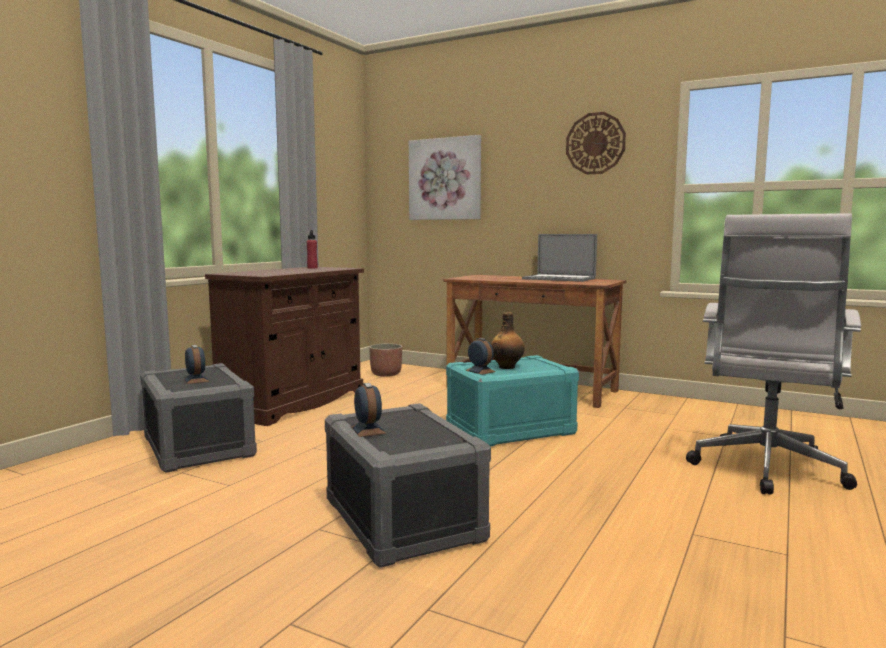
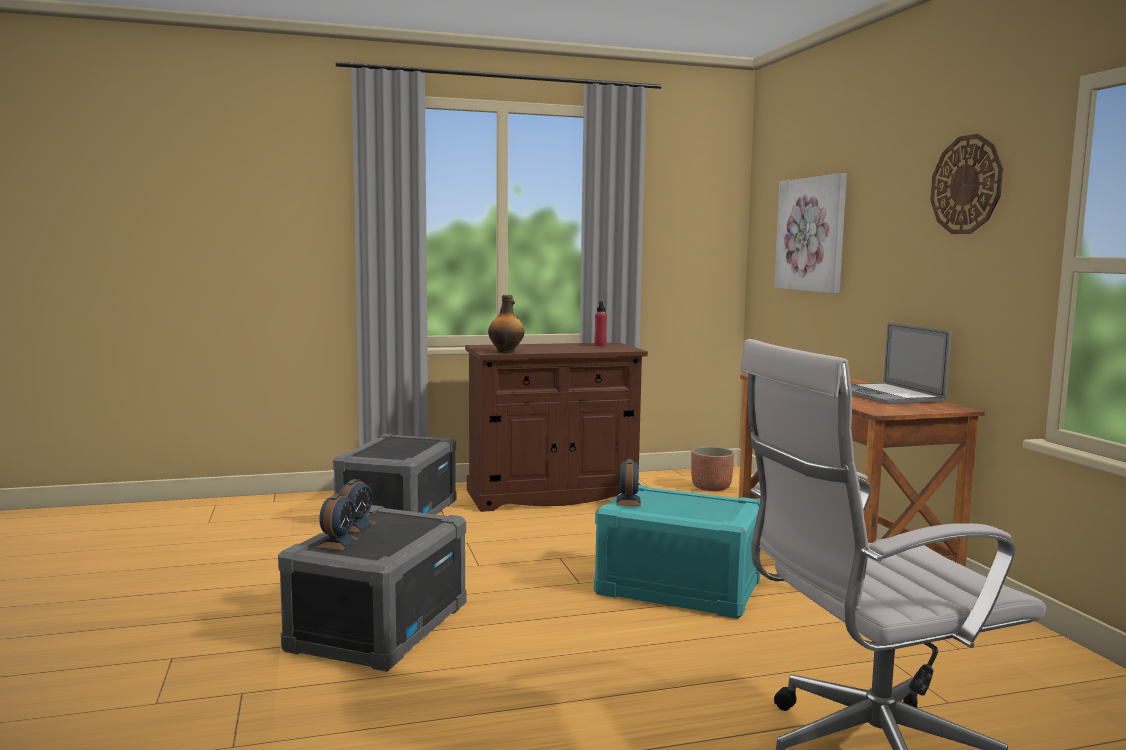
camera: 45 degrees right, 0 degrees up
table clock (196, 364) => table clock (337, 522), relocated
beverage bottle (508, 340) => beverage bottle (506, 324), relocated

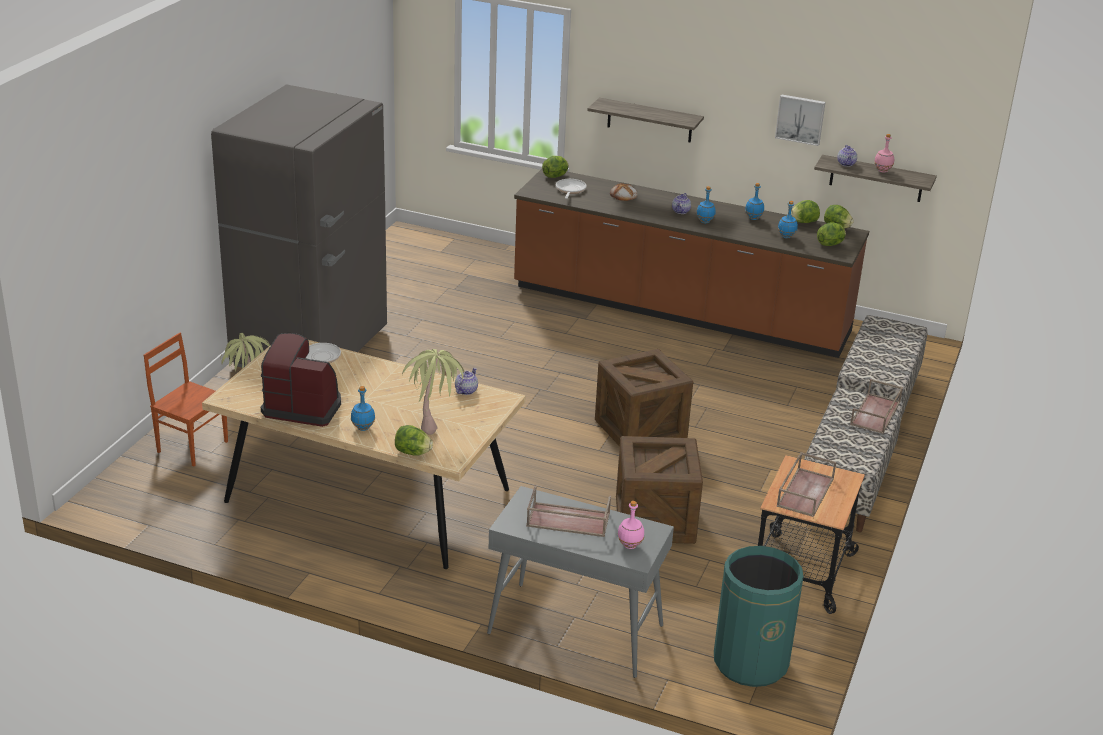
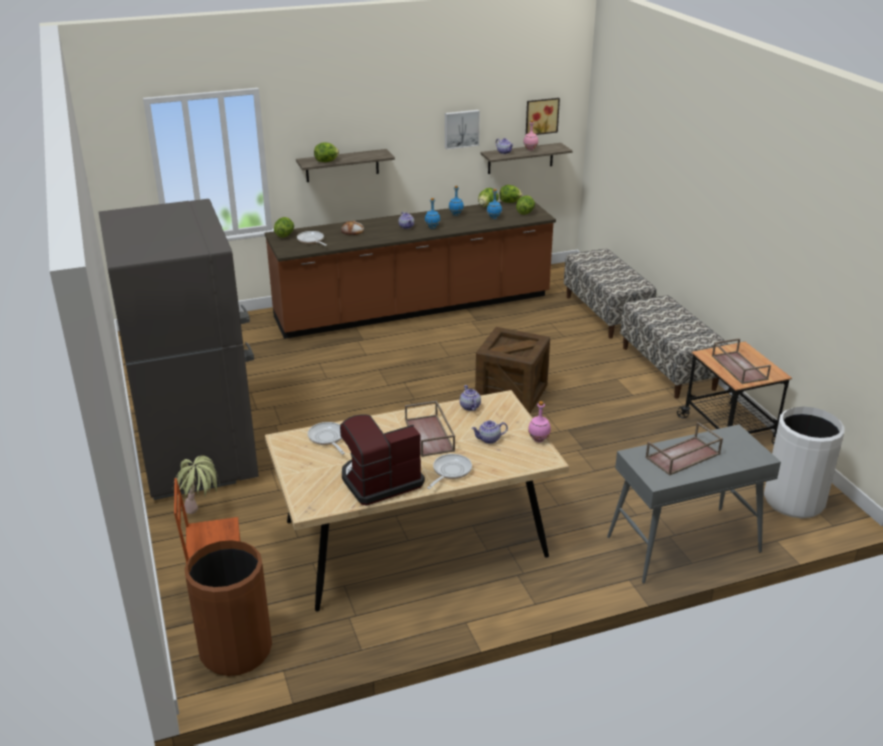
camera: 40 degrees left, 0 degrees up
bluish beverage bottle (363, 408) => pan (449, 471)
lettuce (414, 440) => lettuce (326, 152), relocated
potted plant (433, 392) => tea pot (489, 432)
shipping crate (659, 490) => nothing
pinkish beverage bottle (630, 525) => pinkish beverage bottle (539, 421), relocated
green rubbish bin (759, 616) => whitish rubbish bin (804, 462)
brown serving tray (876, 406) => brown serving tray (430, 428), relocated
nothing => brown rubbish bin (228, 608)
nothing => wall picture (543, 116)

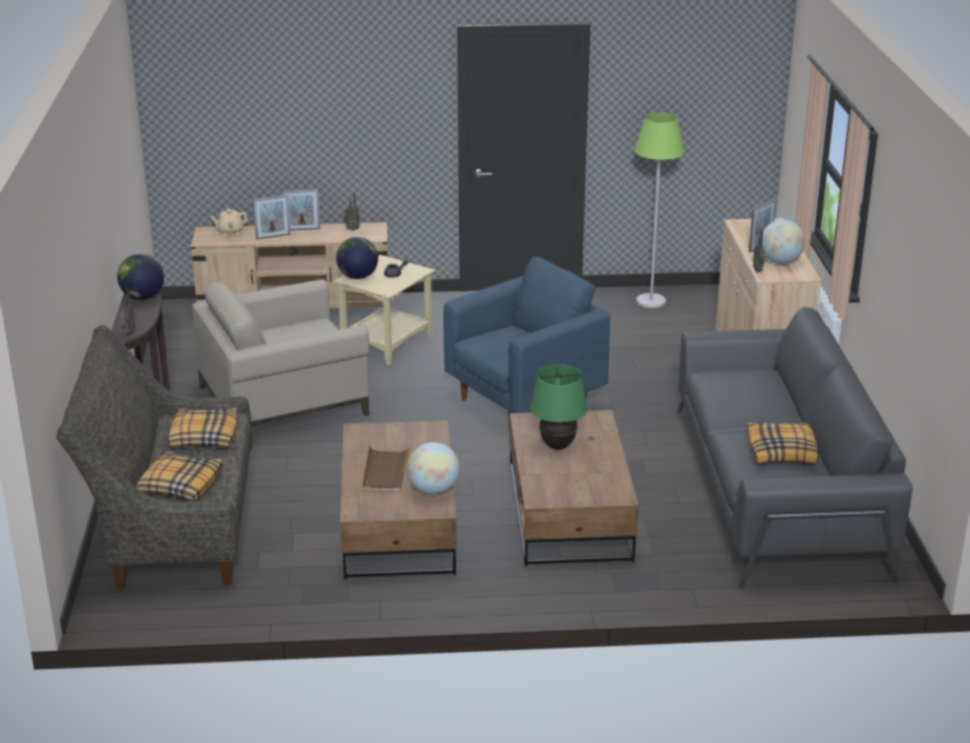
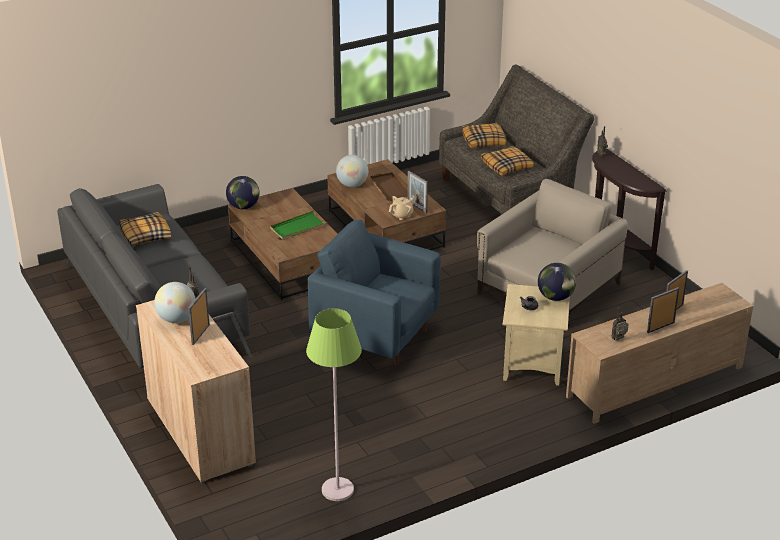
camera: 155 degrees right, 5 degrees up
globe (140, 277) => globe (242, 192), relocated
sand-coloured tea pot (229, 221) => sand-coloured tea pot (402, 208), relocated
bluish easy chair (526, 340) => bluish easy chair (374, 292), 90 degrees clockwise
green tabletop lamp (559, 407) => green serving tray (299, 225)
nothing => standing frame (418, 192)

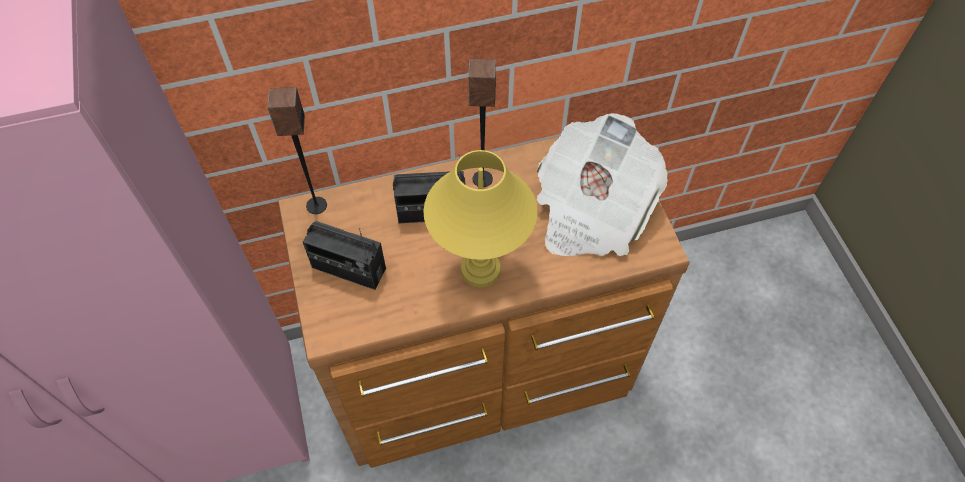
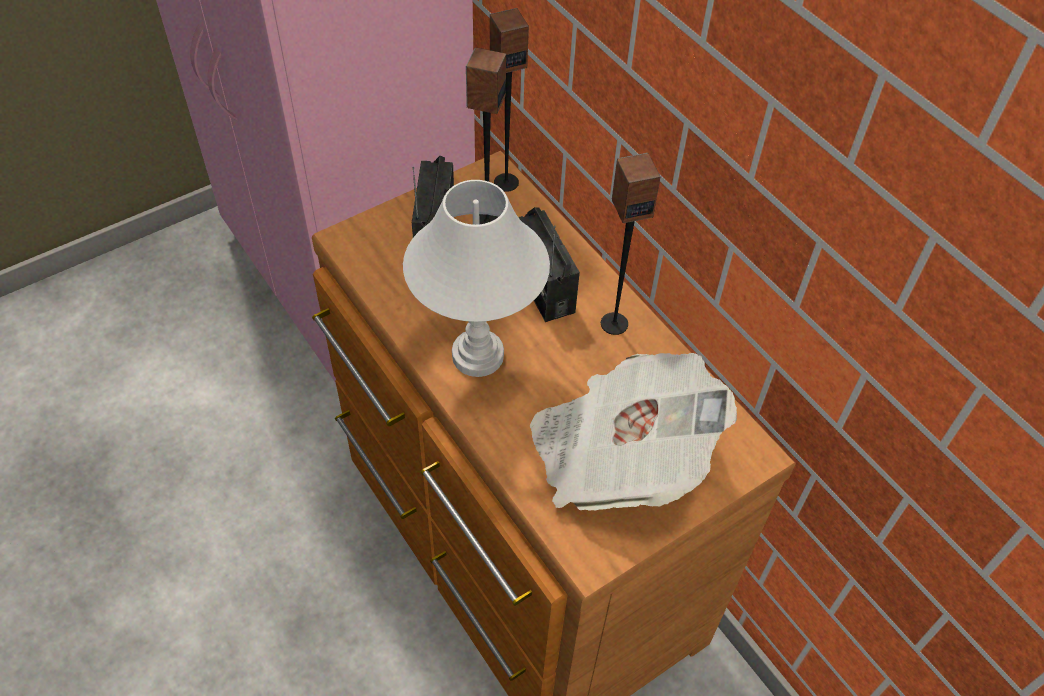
camera: 70 degrees right, 5 degrees down
yellow tabletop lamp (480, 219) => whitish tabletop lamp (476, 278)
nothing => audio speaker (486, 136)

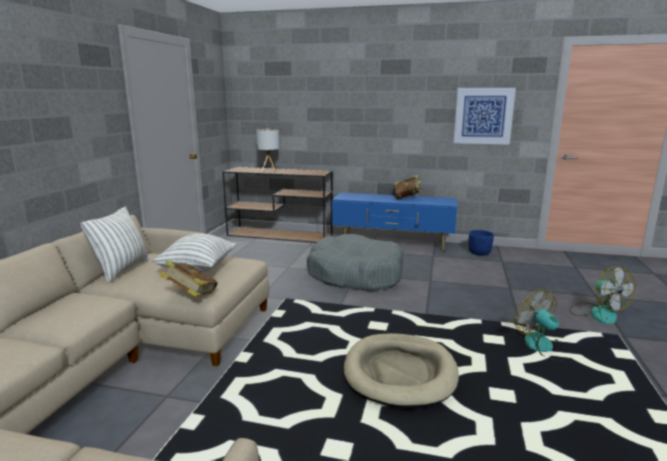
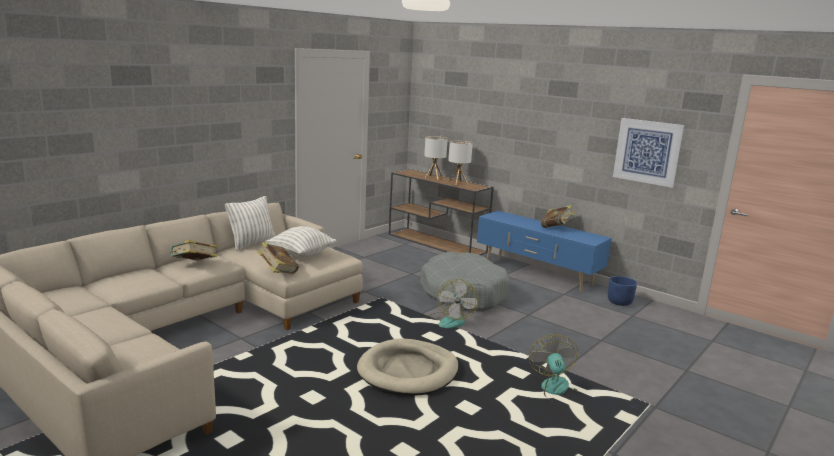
camera: 25 degrees right, 0 degrees up
electric fan (602, 295) => electric fan (454, 303), relocated
nothing => volume (193, 250)
nothing => tabletop lamp (460, 162)

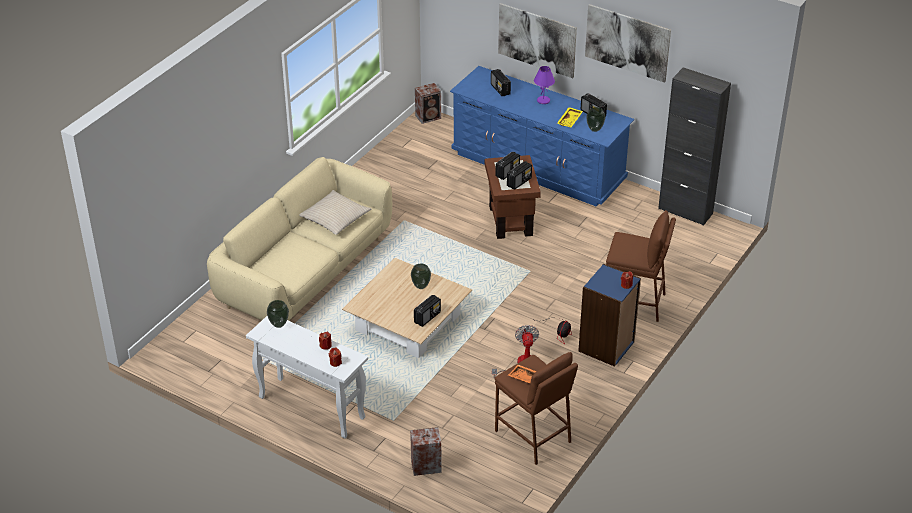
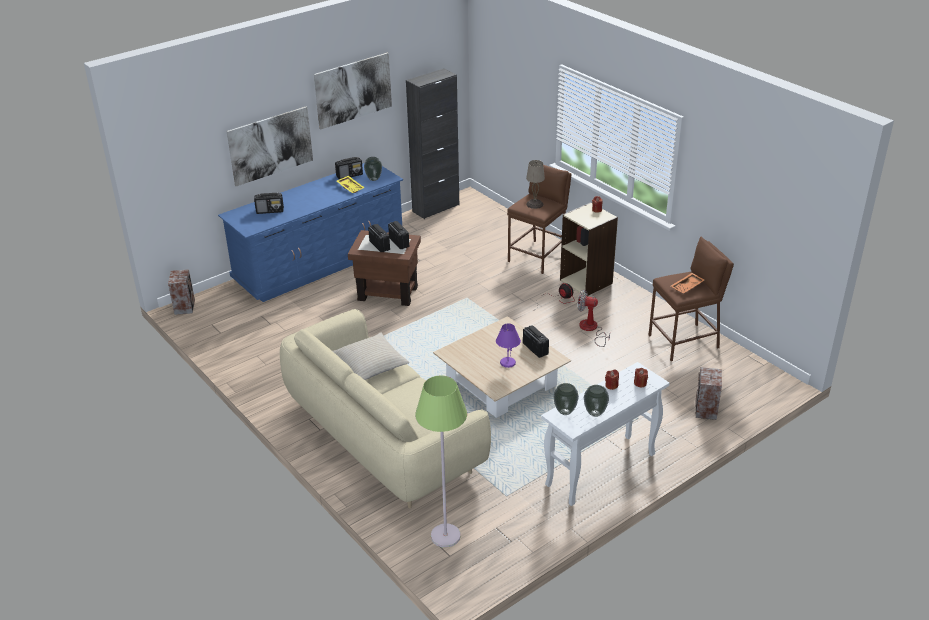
camera: 70 degrees left, 5 degrees down
decorative vase (421, 276) => decorative vase (596, 401), relocated
purple-coloured tabletop lamp (544, 85) => purple-coloured tabletop lamp (508, 345), relocated
bluish shelving unit (609, 315) => sand-coloured shelving unit (589, 249)
nothing => green standard lamp (441, 461)
nothing => sand-coloured tabletop lamp (535, 184)

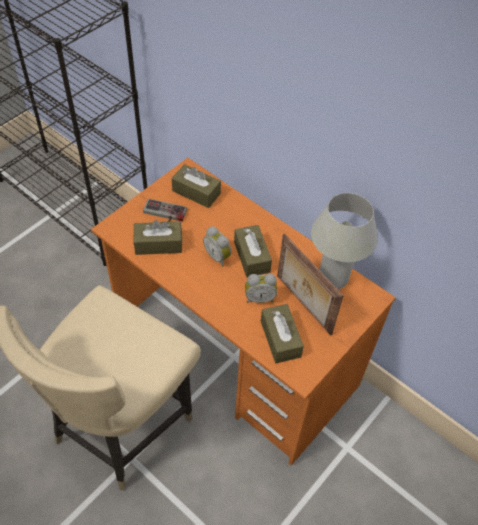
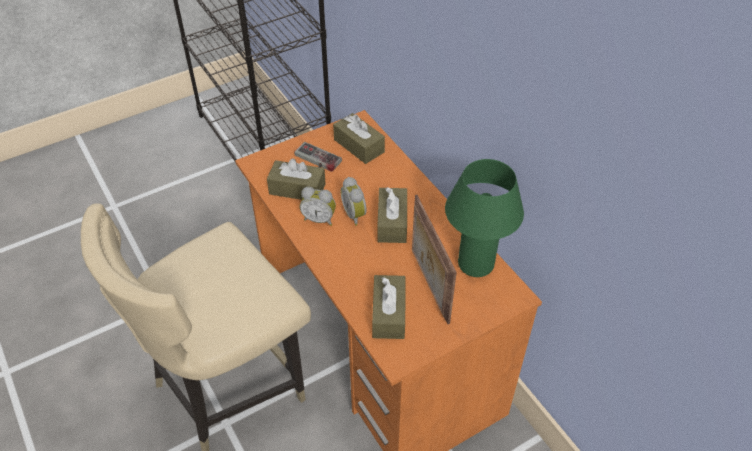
camera: 20 degrees right, 5 degrees down
table clock (261, 288) => table clock (318, 206), relocated
whitish tabletop lamp (344, 241) => green tabletop lamp (484, 218)

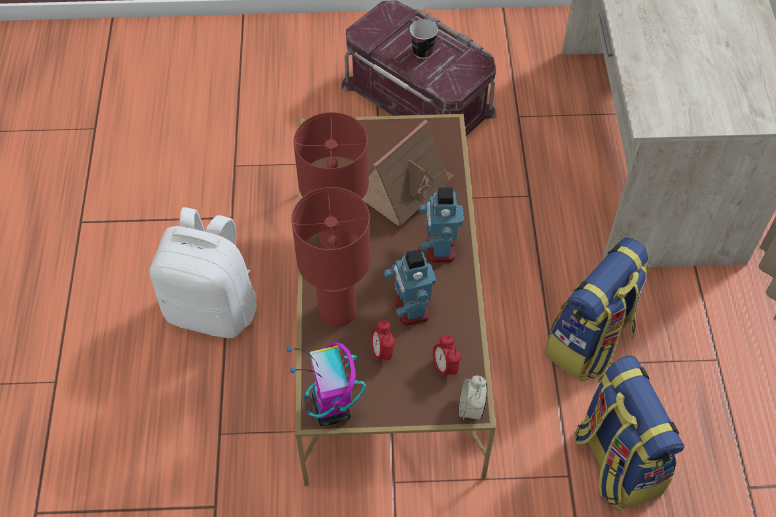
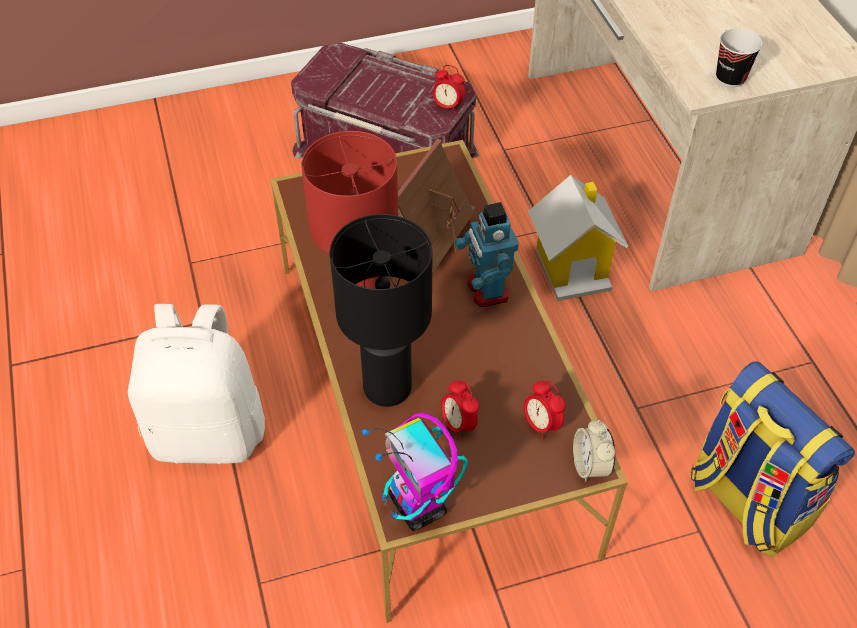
camera: 15 degrees left, 5 degrees down
red tabletop lamp (331, 257) => black tabletop lamp (381, 310)
robot figure (410, 287) => nothing
small cup (424, 39) => small cup (739, 57), relocated
knapsack (597, 310) => nothing
nothing => table clock (449, 89)
nothing => model house (578, 238)

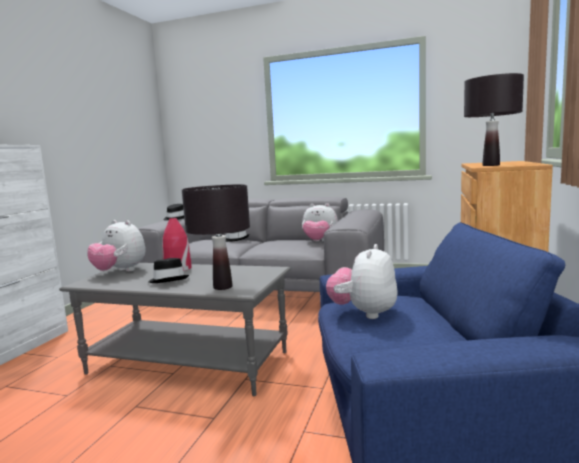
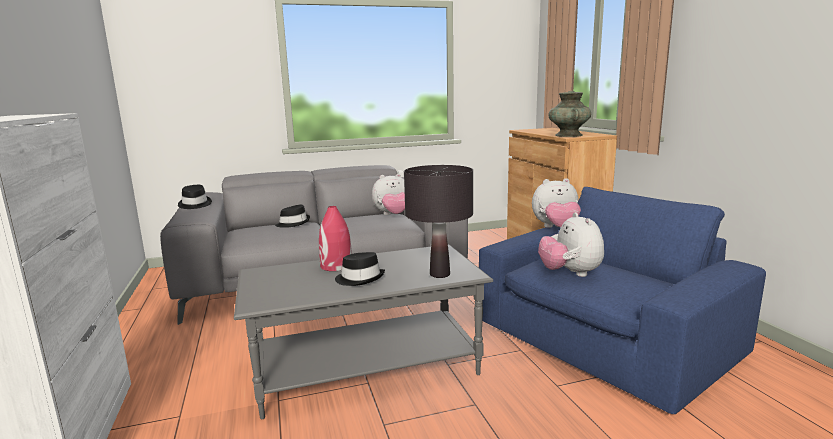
camera: 35 degrees left, 5 degrees up
plush toy (116, 246) => plush toy (556, 203), relocated
black tabletop lamp (494, 119) => turquoise decorative vase (569, 114)

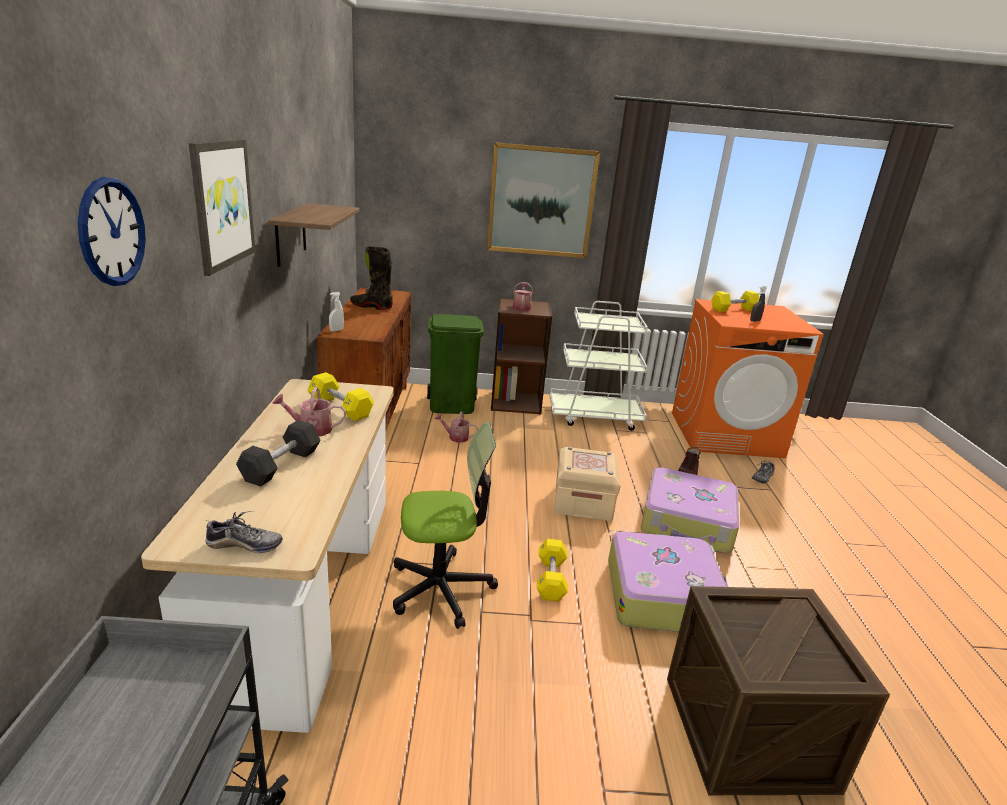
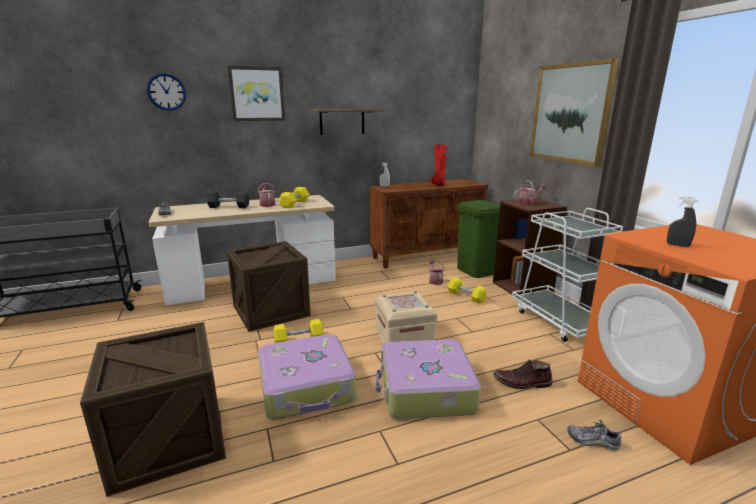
camera: 70 degrees right, 5 degrees down
black high-top boot (371, 278) => red high-top boot (439, 165)
office chair (445, 525) => shipping crate (269, 286)
yellow free weight (735, 301) => yellow free weight (467, 290), relocated

